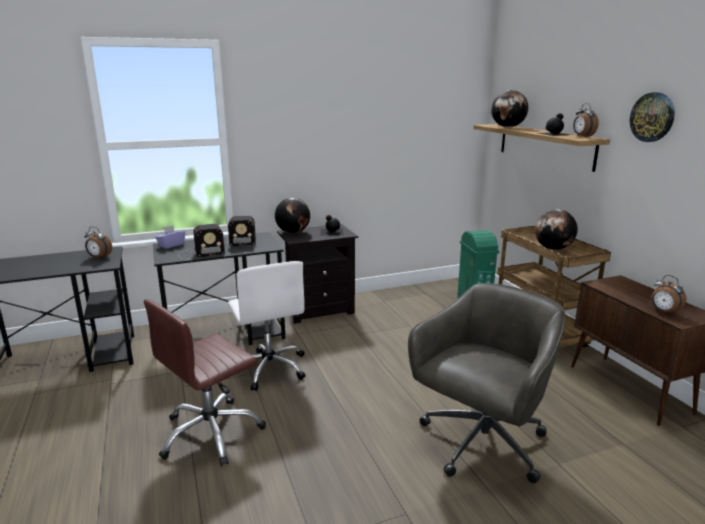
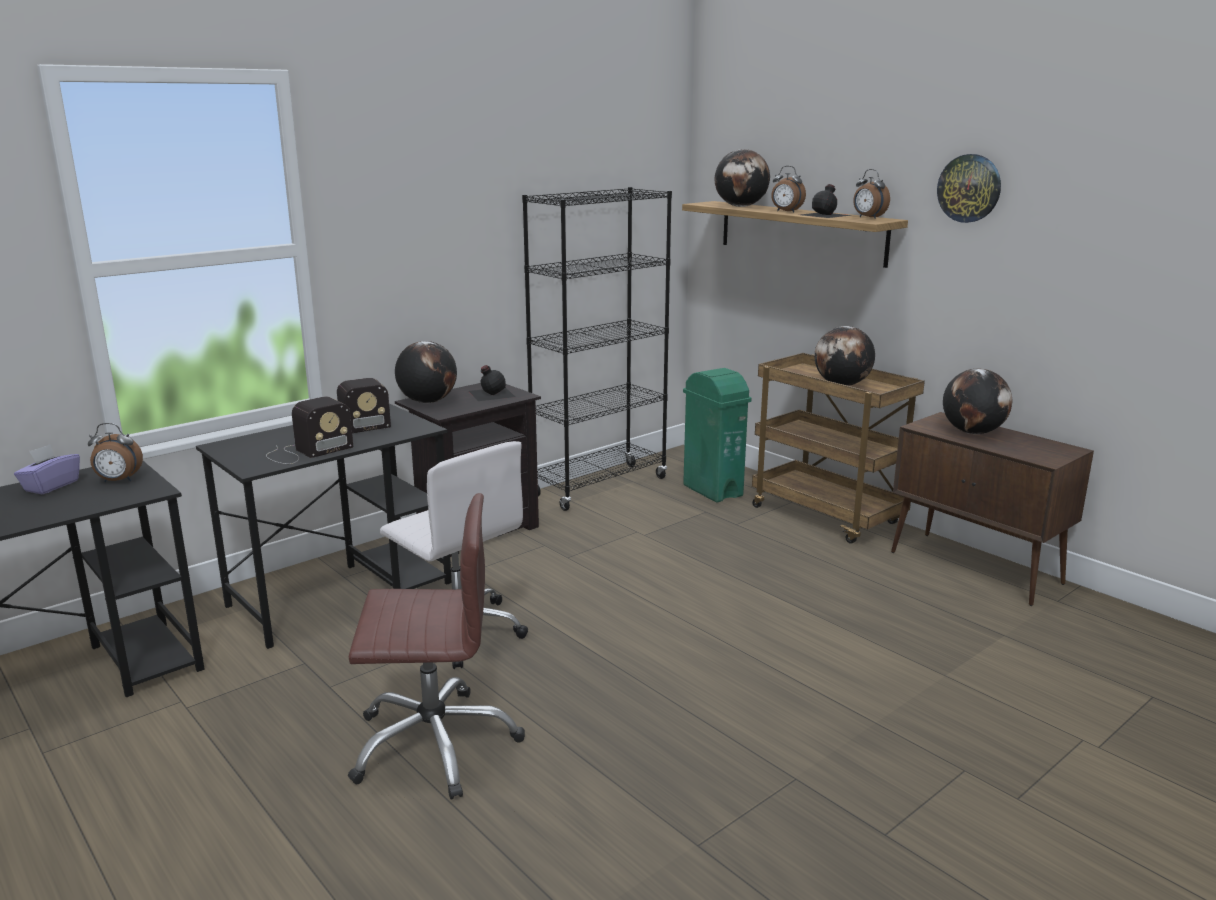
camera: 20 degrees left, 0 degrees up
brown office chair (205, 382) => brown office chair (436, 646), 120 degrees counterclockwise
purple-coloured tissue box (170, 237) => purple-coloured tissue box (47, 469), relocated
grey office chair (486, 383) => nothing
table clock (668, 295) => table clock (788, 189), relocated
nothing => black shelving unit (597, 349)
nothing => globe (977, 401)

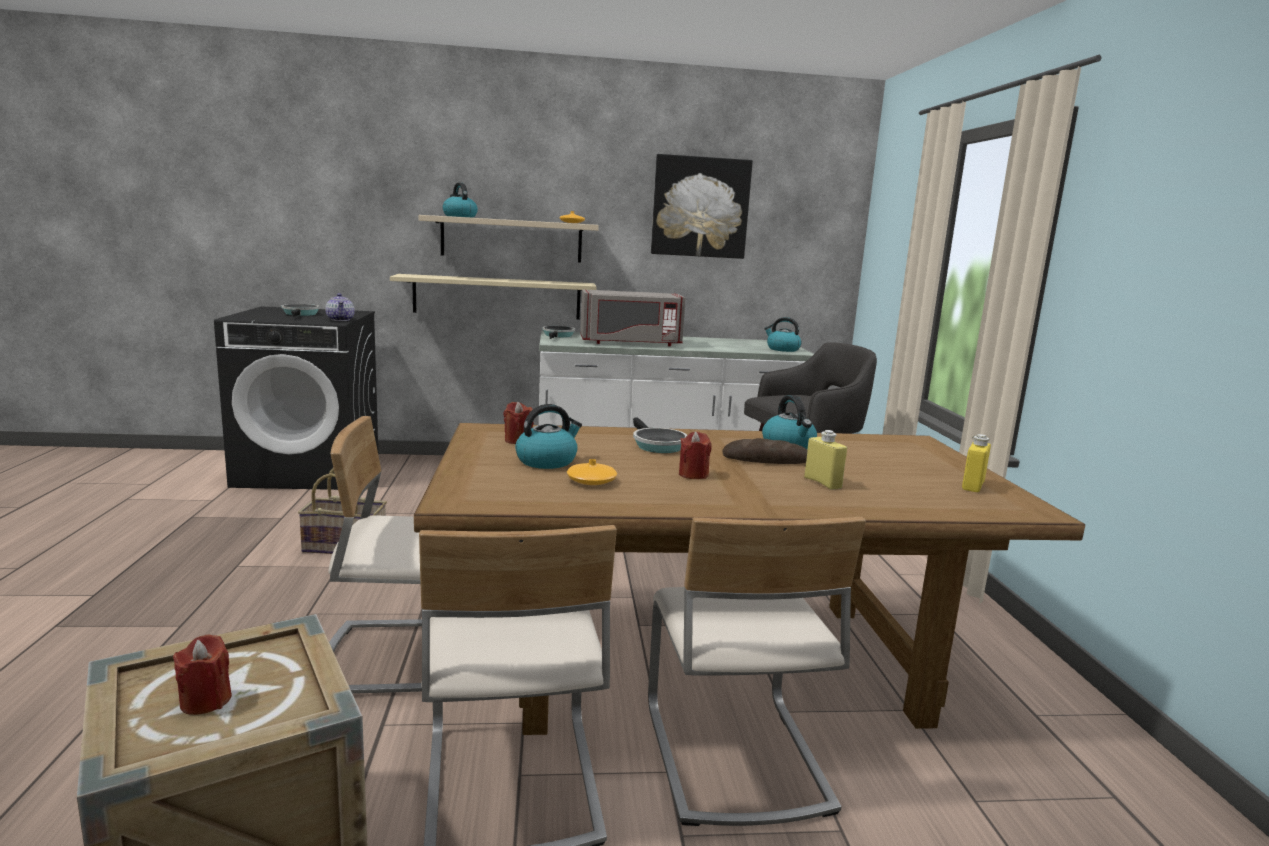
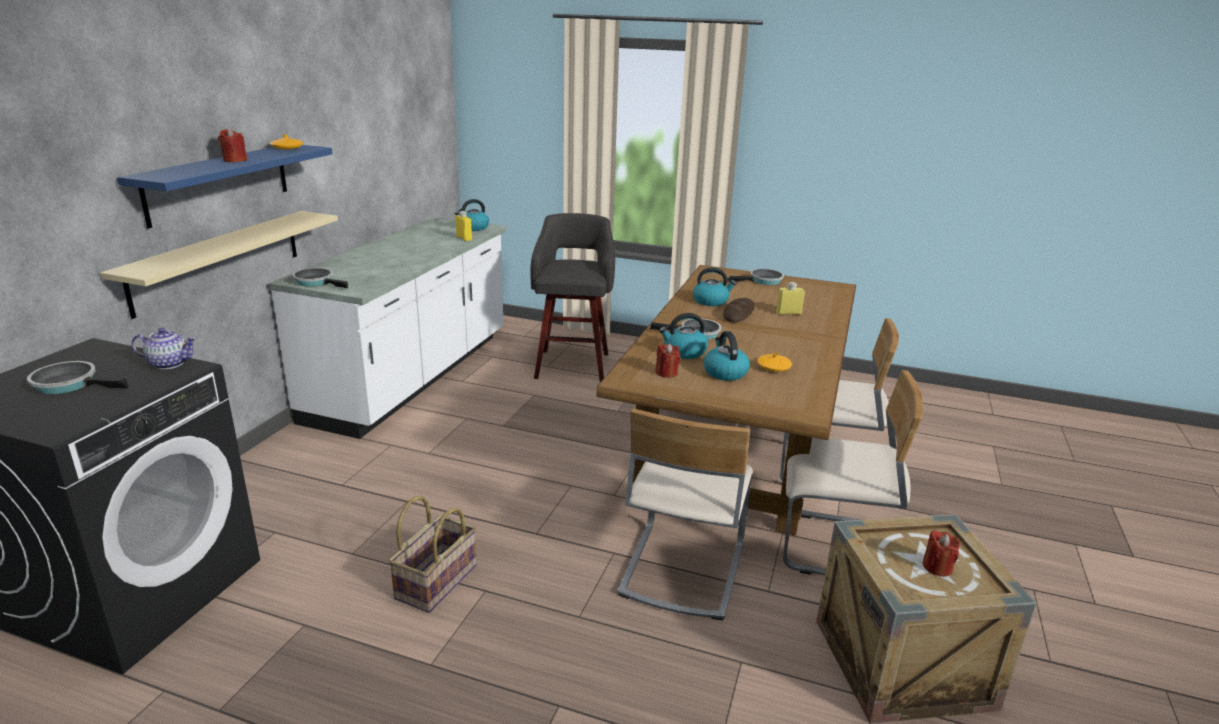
camera: 65 degrees left, 10 degrees up
sand-coloured bracket shelf (509, 239) => bluish bracket shelf (225, 186)
tea kettle (460, 200) => tea kettle (683, 336), relocated
grey microwave (632, 318) => nothing
wall picture (702, 206) => nothing
red wax candle (695, 455) => red wax candle (233, 145), relocated
yellow beverage bottle (976, 463) => yellow beverage bottle (463, 226), relocated
nothing => pan (756, 277)

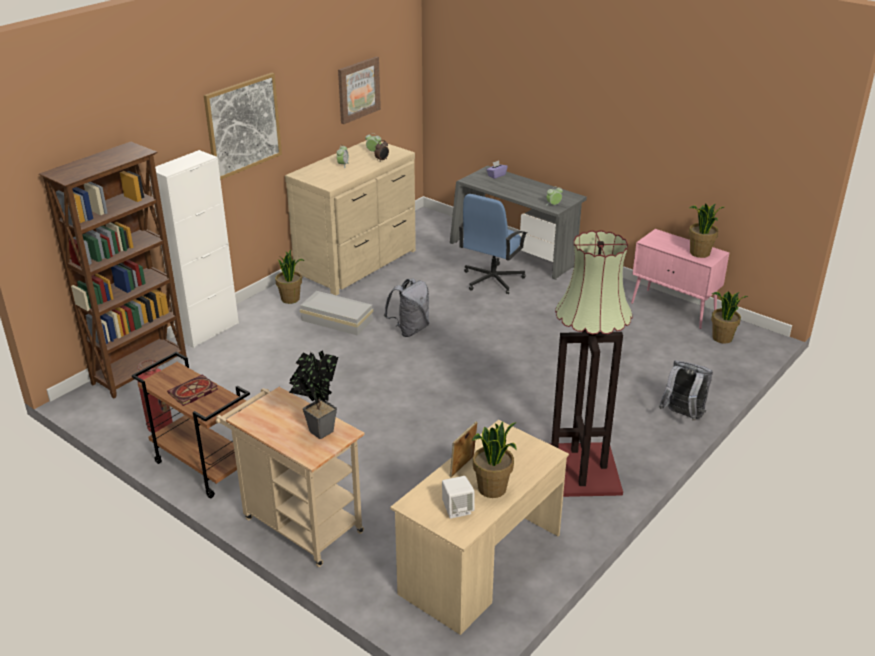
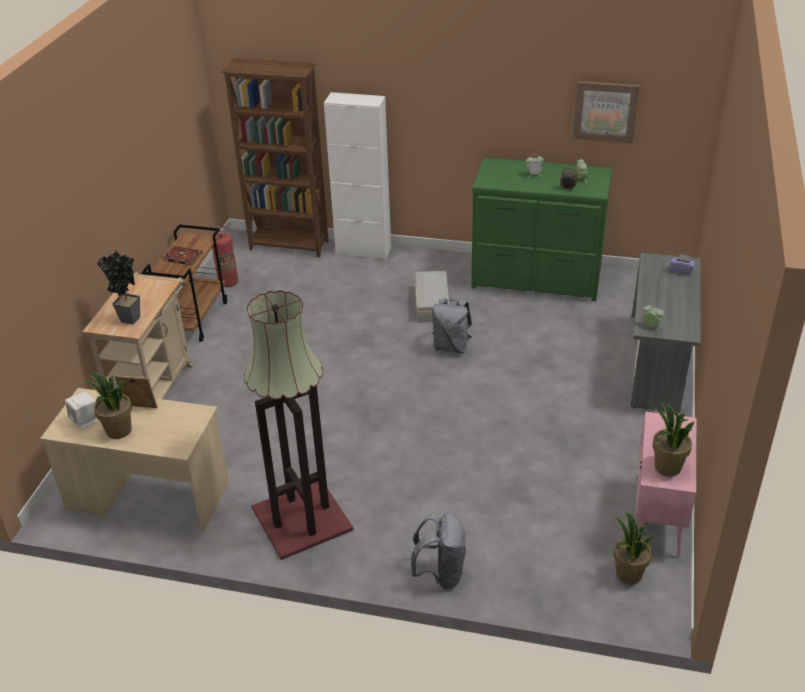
camera: 65 degrees right, 5 degrees up
wall picture (243, 126) => nothing
potted plant (289, 276) => nothing
sand-coloured drawer chest (350, 218) => green drawer chest (541, 229)
bluish office chair (492, 244) => nothing

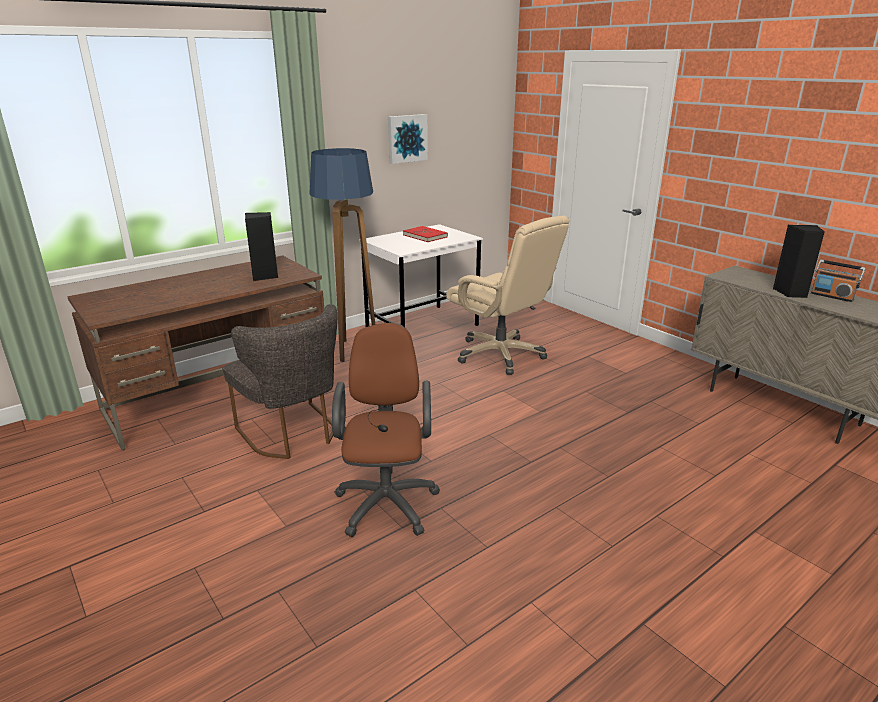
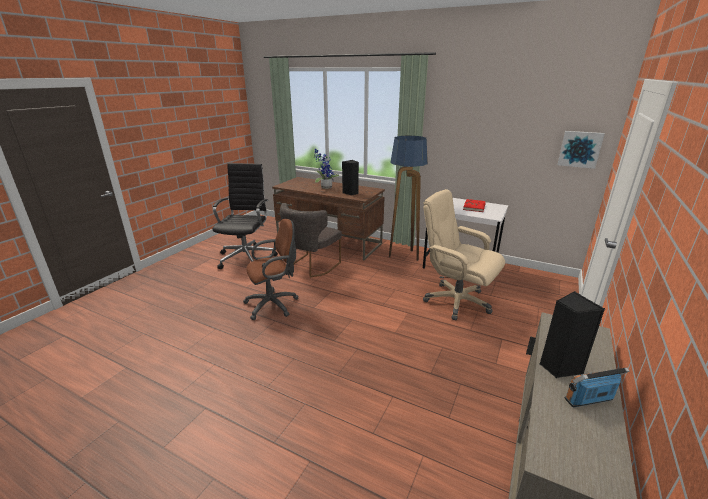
camera: 65 degrees right, 0 degrees up
wall picture (408, 139) => wall picture (581, 150), relocated
sand-coloured office chair (507, 295) => sand-coloured office chair (464, 254), 105 degrees clockwise
radio set (838, 281) => radio set (597, 387), 60 degrees clockwise
nothing => black office chair (245, 216)
nothing => potted plant (326, 169)

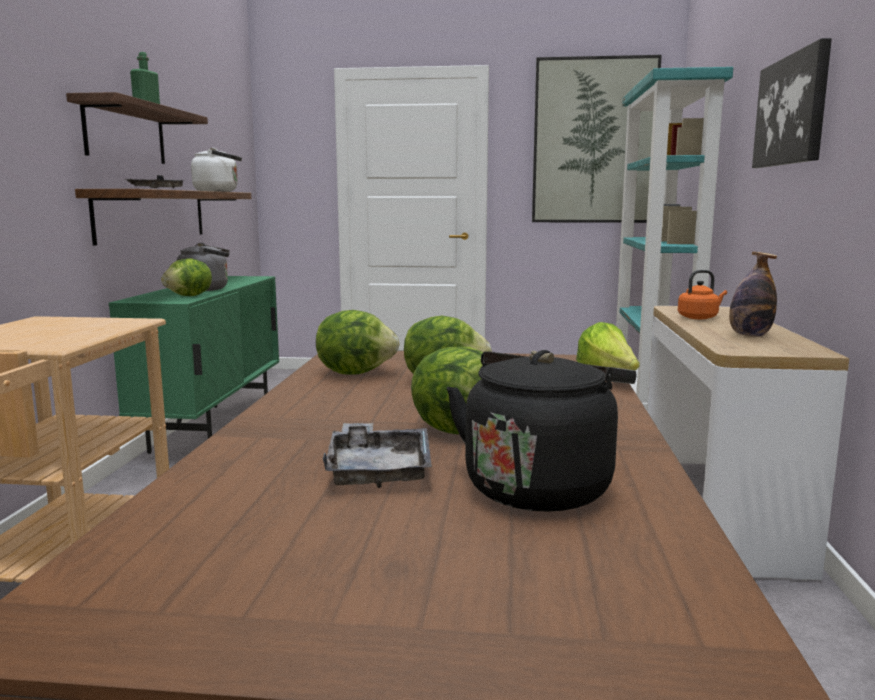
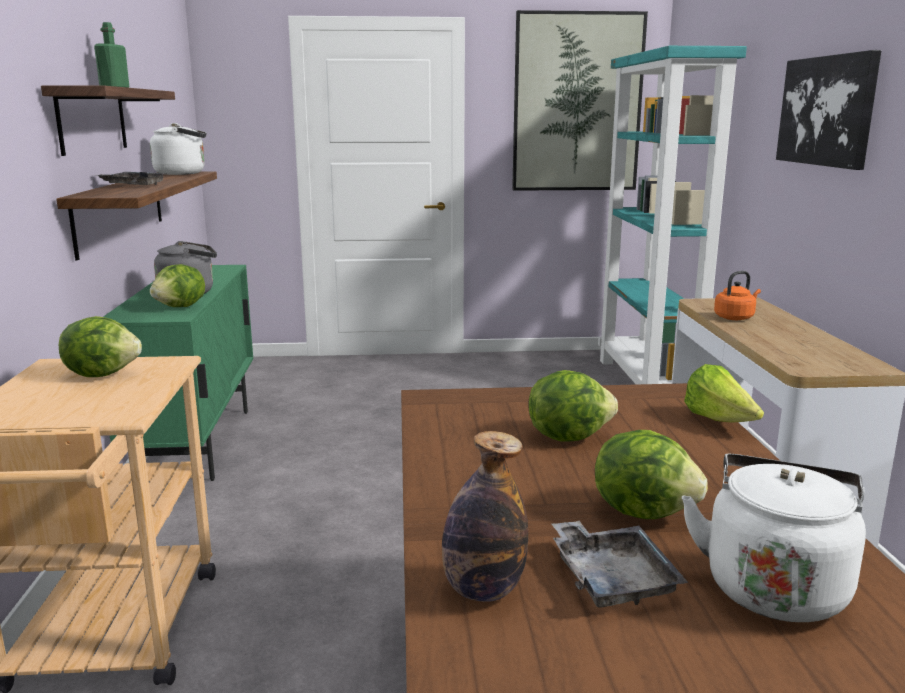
camera: 10 degrees left, 5 degrees up
lettuce (357, 342) => lettuce (100, 346), relocated
black tea kettle (541, 431) => whitish tea kettle (774, 538)
beverage bottle (753, 294) => beverage bottle (485, 516), relocated

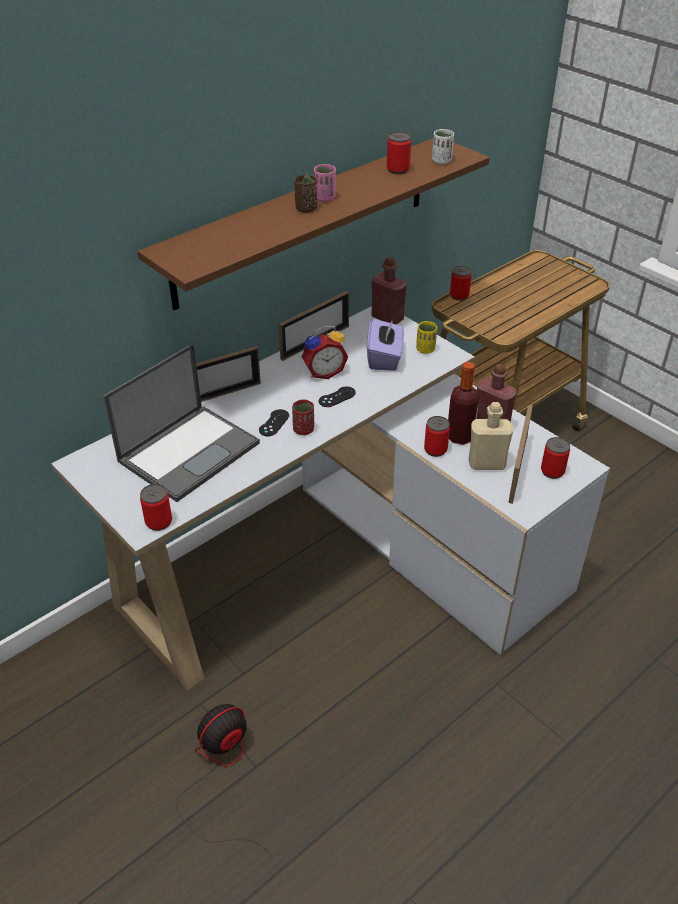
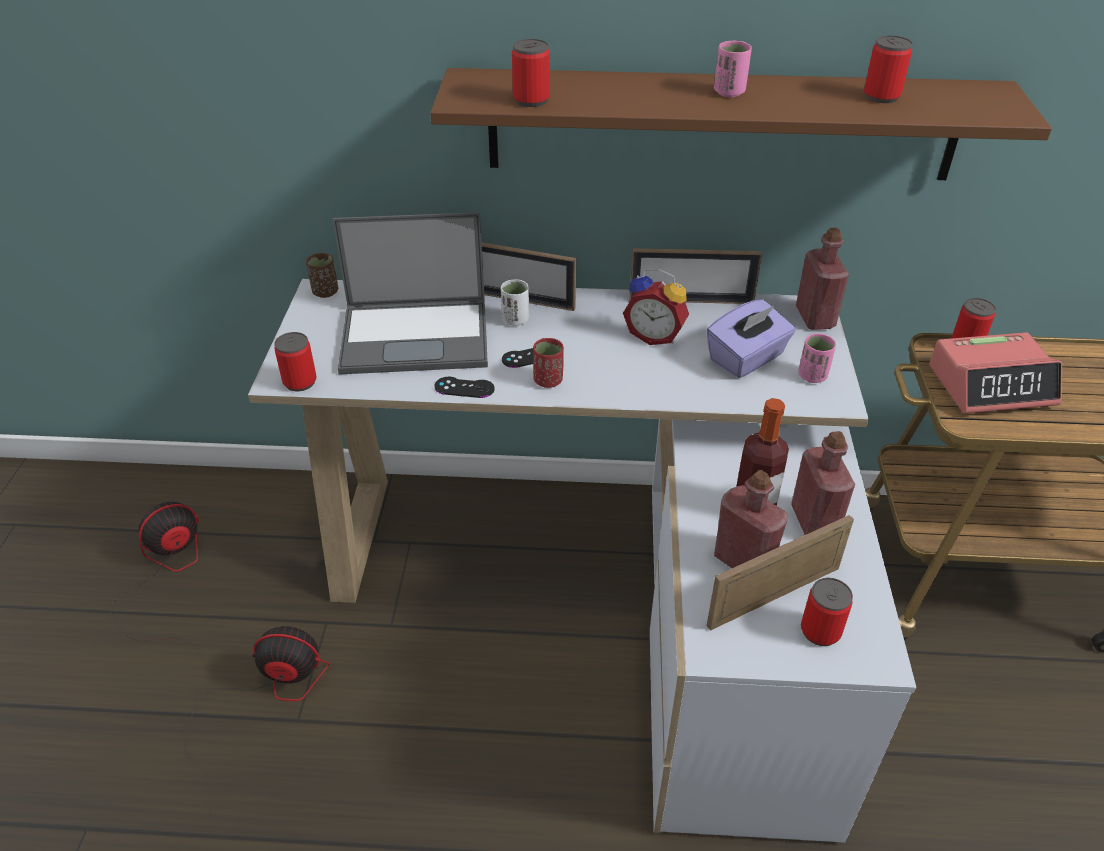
camera: 45 degrees right, 0 degrees up
brown small cup (305, 194) => brown small cup (322, 275), relocated
black game controller (337, 396) => black game controller (464, 387), relocated
yellow small cup (426, 337) => pinkish small cup (817, 358)
metal can (437, 436) => metal can (531, 73), relocated
whitish small cup (443, 146) => whitish small cup (515, 302), relocated
sand-coloured beverage bottle (491, 436) => red beverage bottle (751, 519)
nothing => electric fan (157, 580)
nothing => table clock (995, 372)

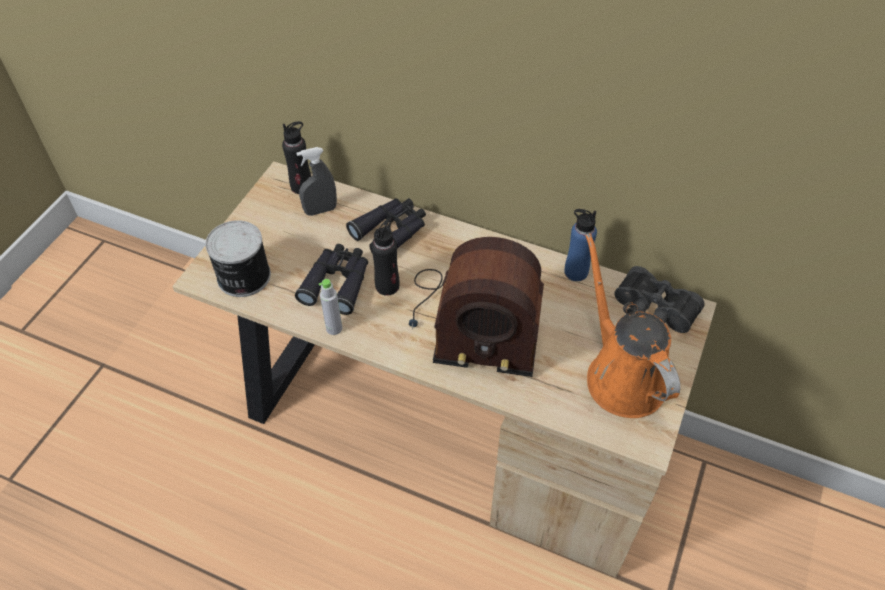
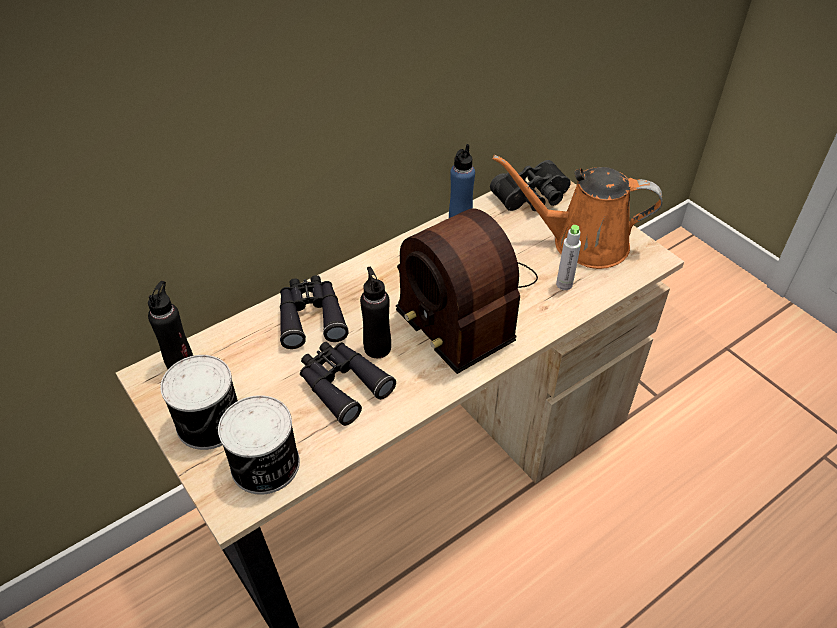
camera: 60 degrees left, 5 degrees down
grey sprayer (316, 181) => nothing
grey beverage bottle (330, 307) => grey beverage bottle (568, 257), relocated
radio set (476, 307) => radio set (467, 291), 105 degrees clockwise
nothing => metal can (199, 402)

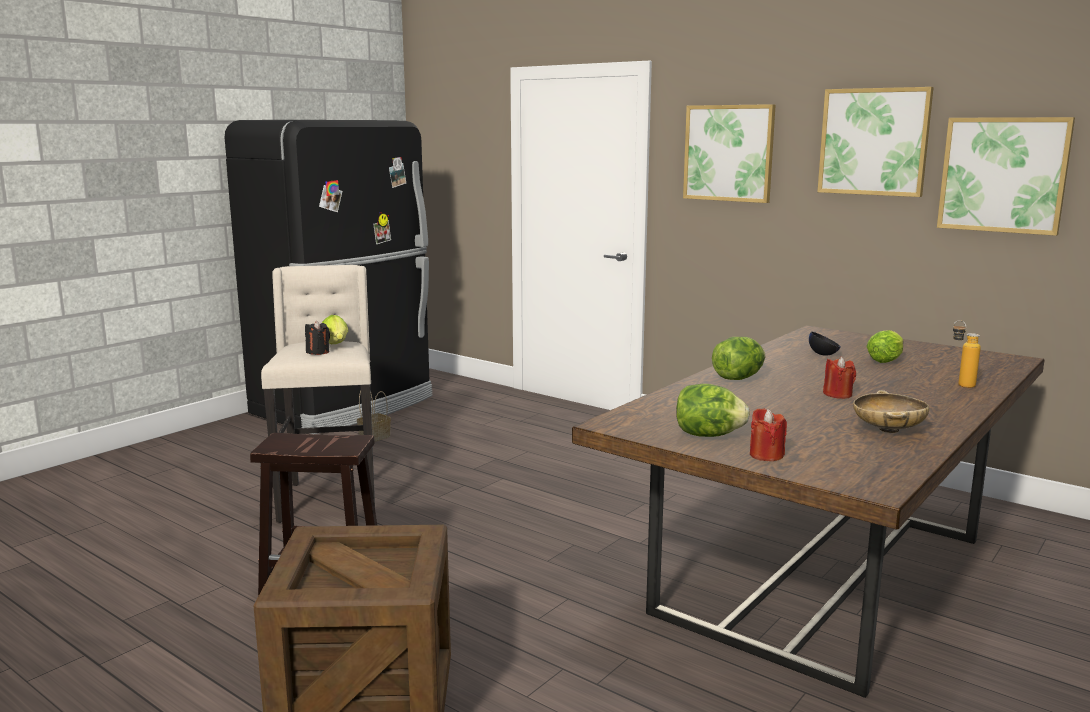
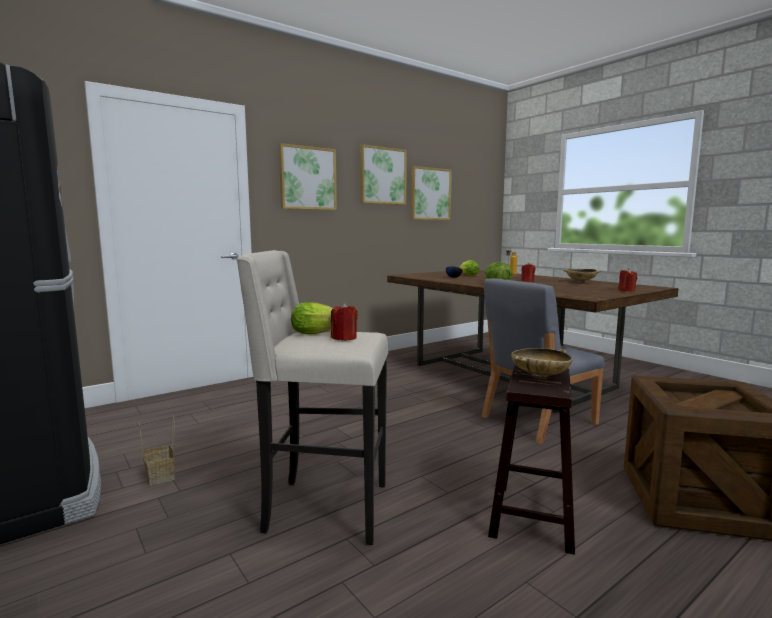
camera: 75 degrees left, 5 degrees down
black wax candle (317, 338) => red wax candle (344, 321)
lettuce (713, 410) => nothing
nothing => grey upright chair (543, 361)
nothing => sand-coloured deep dish (541, 363)

